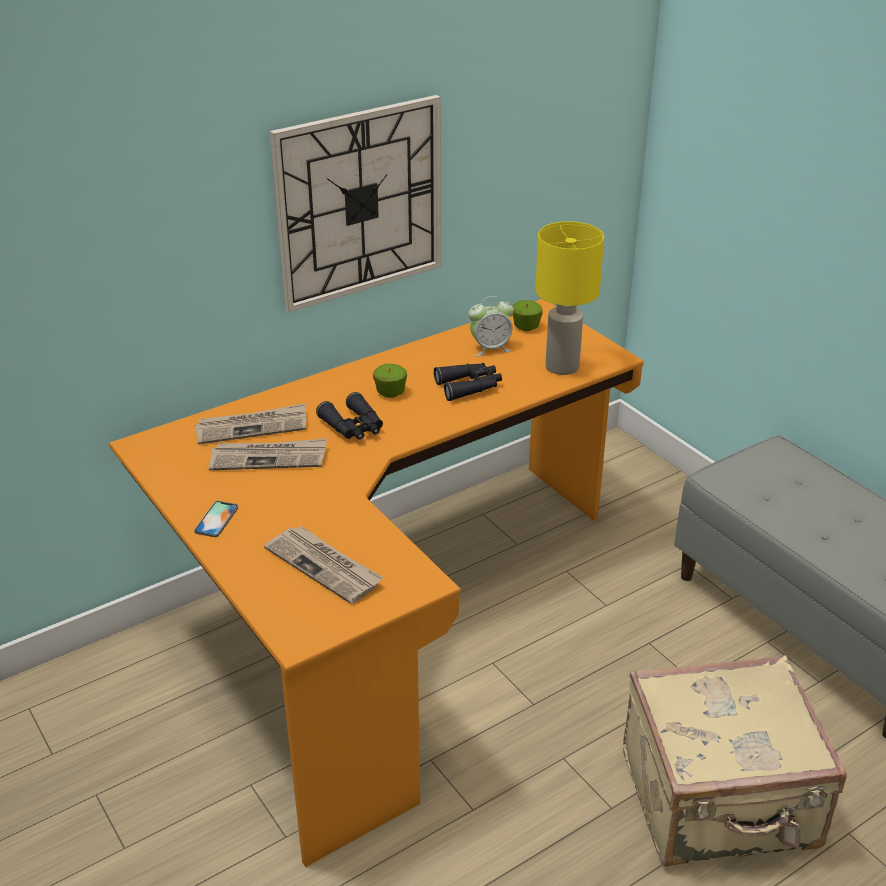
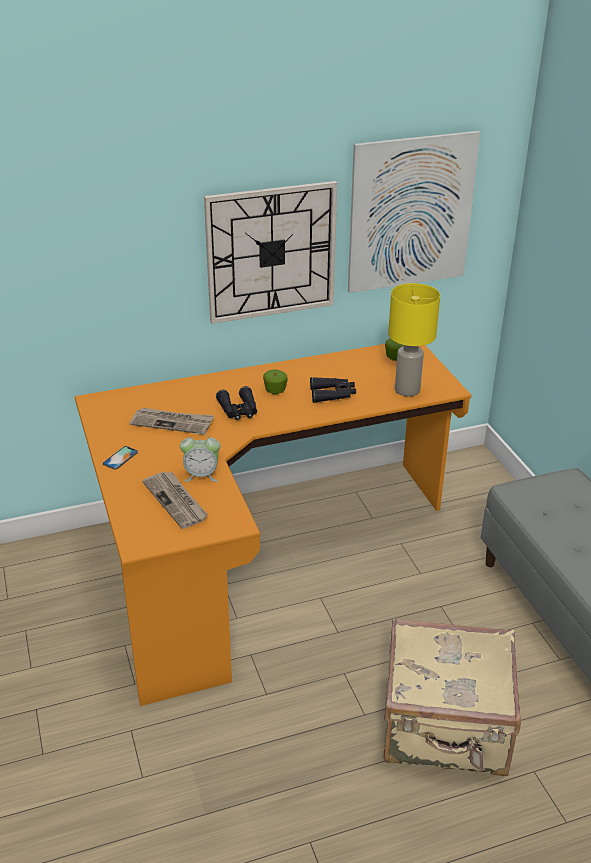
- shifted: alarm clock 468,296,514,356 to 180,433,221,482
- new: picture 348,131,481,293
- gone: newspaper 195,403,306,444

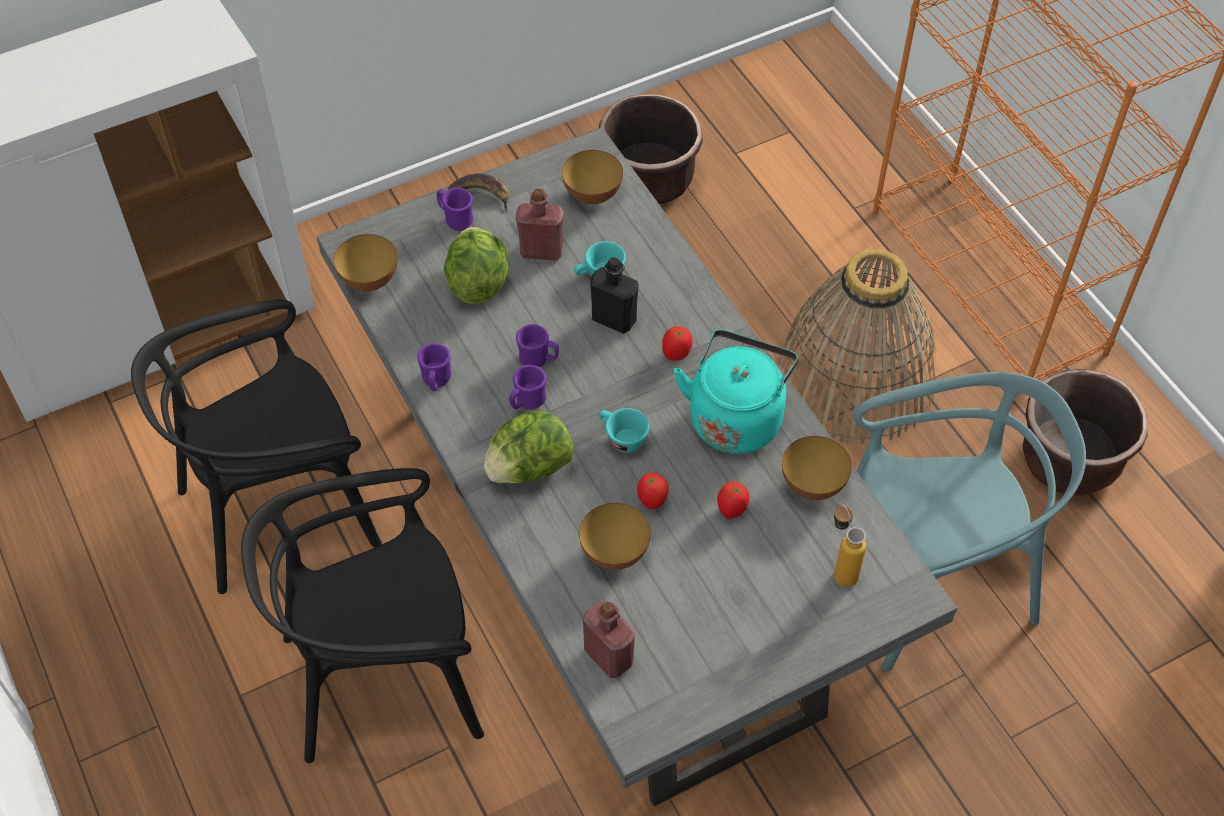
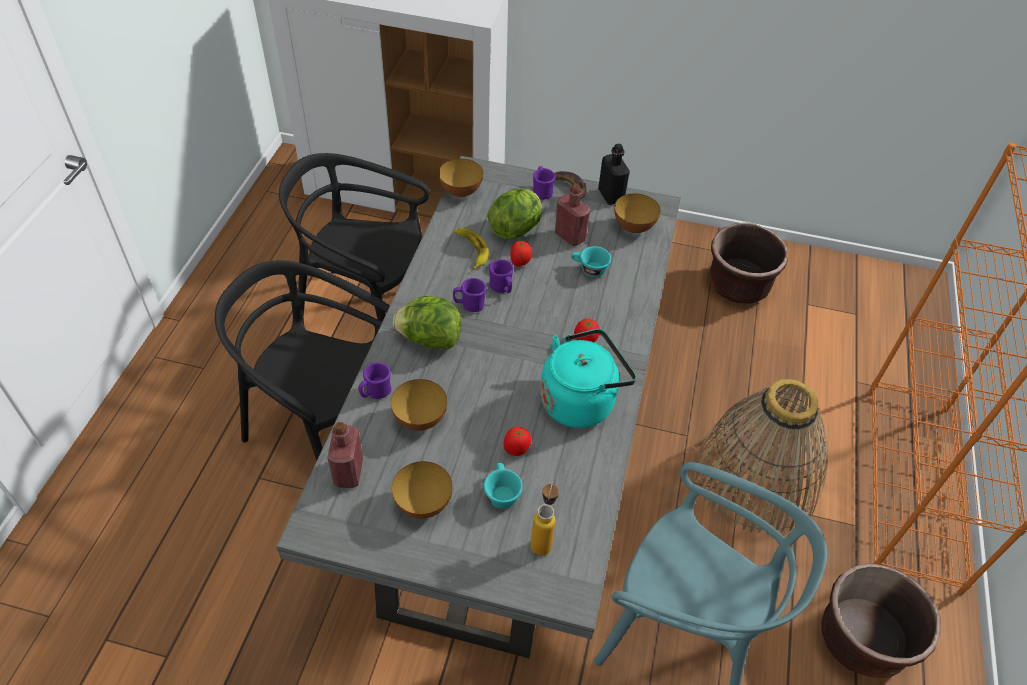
- shifted: mug in purple 417,343,451,391 to 358,362,392,399
- shifted: bowl 782,436,852,500 to 392,461,453,519
- new: banana 454,228,489,269
- shifted: cup in turquoise 599,408,649,453 to 484,463,522,509
- shifted: tomato 637,473,669,510 to 510,240,532,267
- shifted: bottle in black 590,257,639,334 to 598,144,630,205

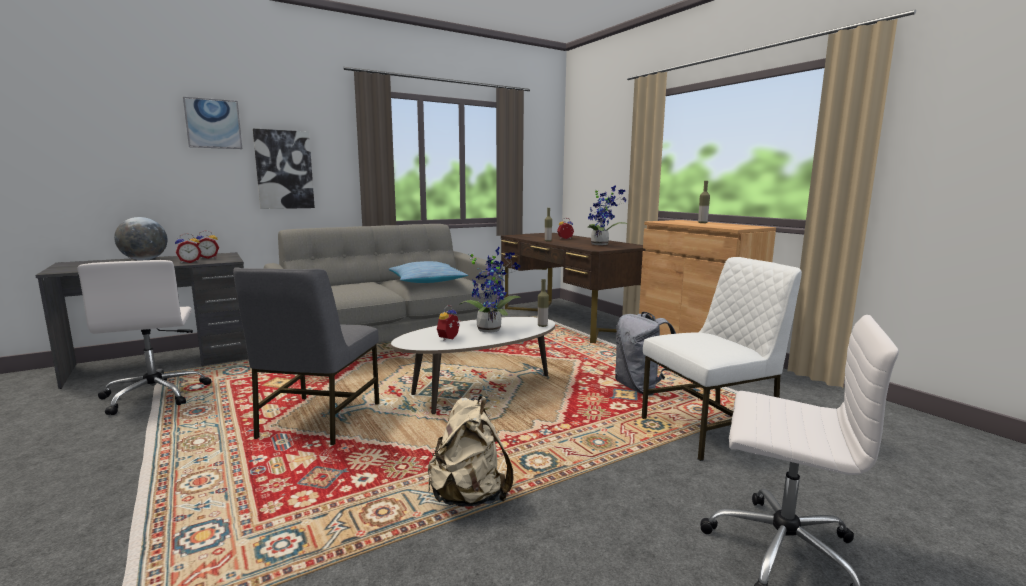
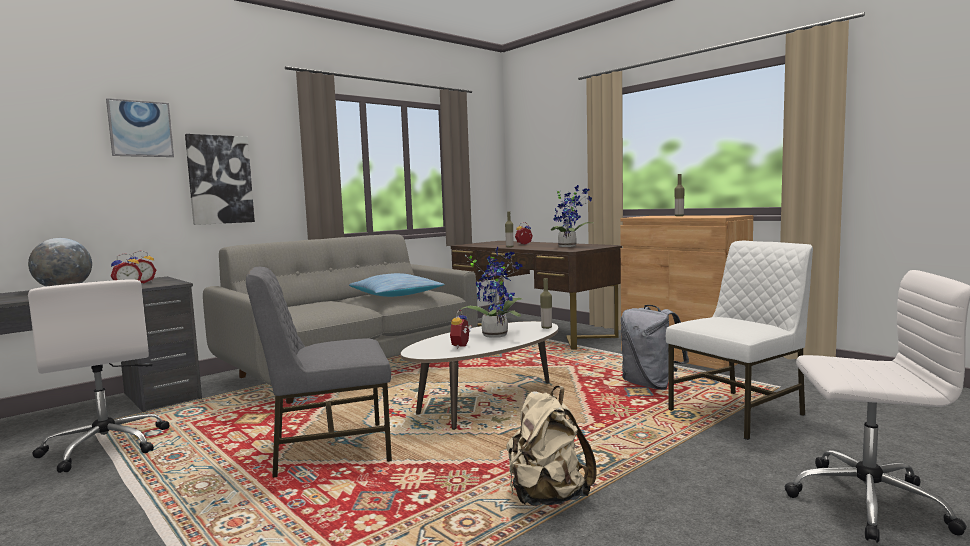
- rotated: chair in grey 233,267,379,445 = 246,267,392,478 75 degrees clockwise

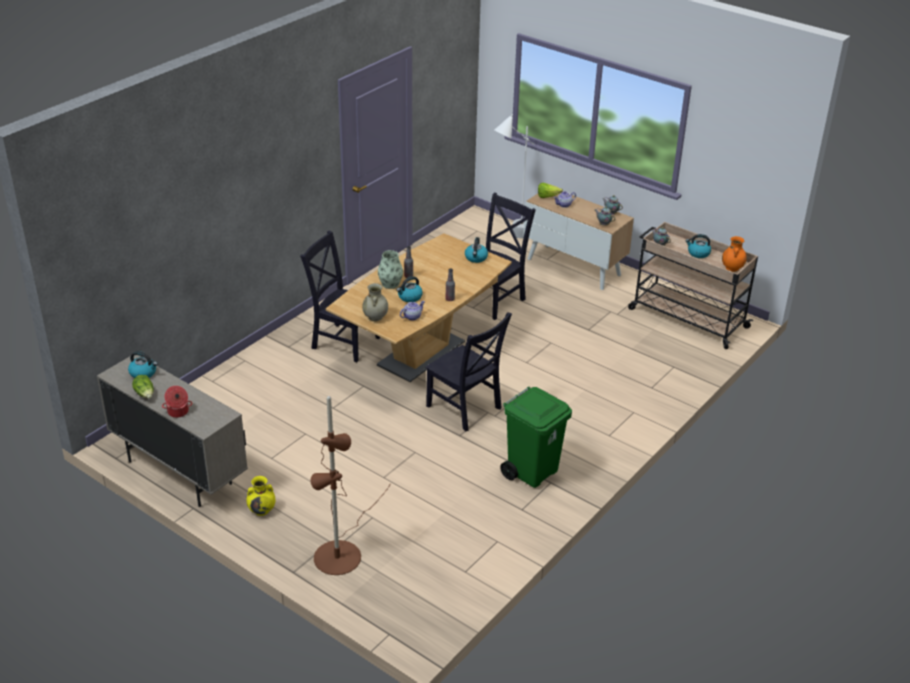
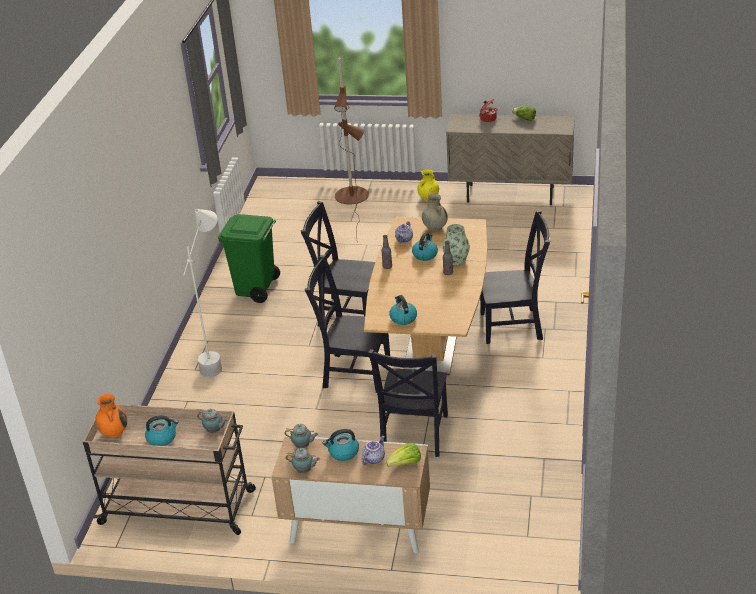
- shifted: floor lamp in white 495,114,534,238 to 184,209,222,377
- new: chair in black 305,255,390,393
- shifted: kettle 128,351,158,378 to 323,429,359,461

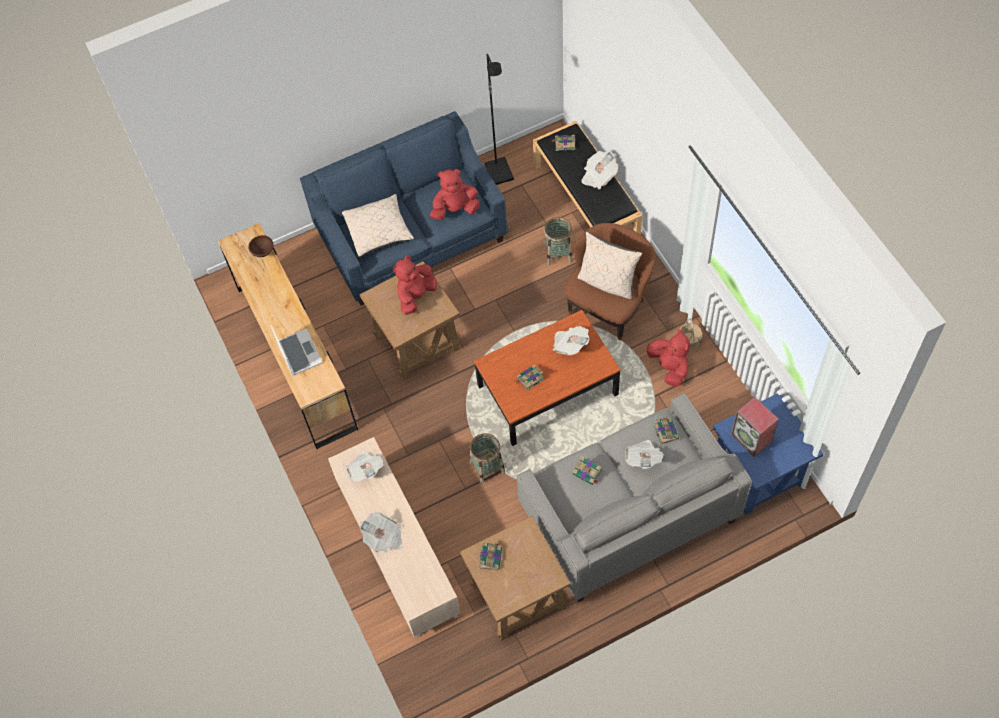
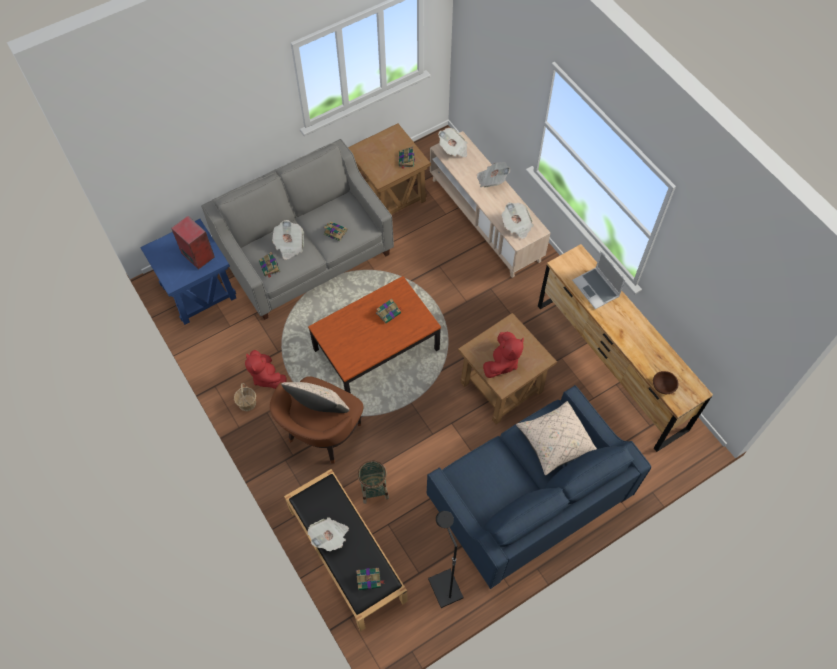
- shifted: newspaper 553,326,589,355 to 438,128,468,158
- gone: plush toy in red 430,169,480,220
- gone: basket 470,433,505,484

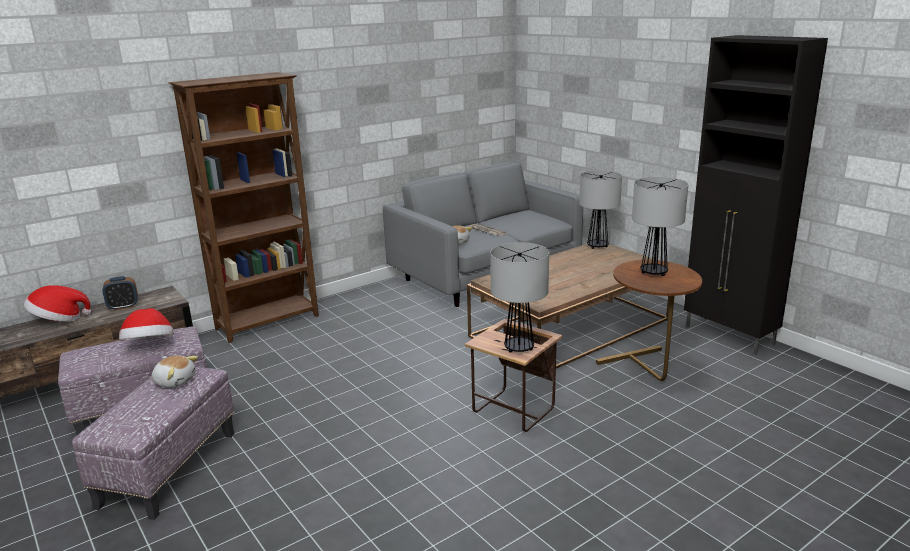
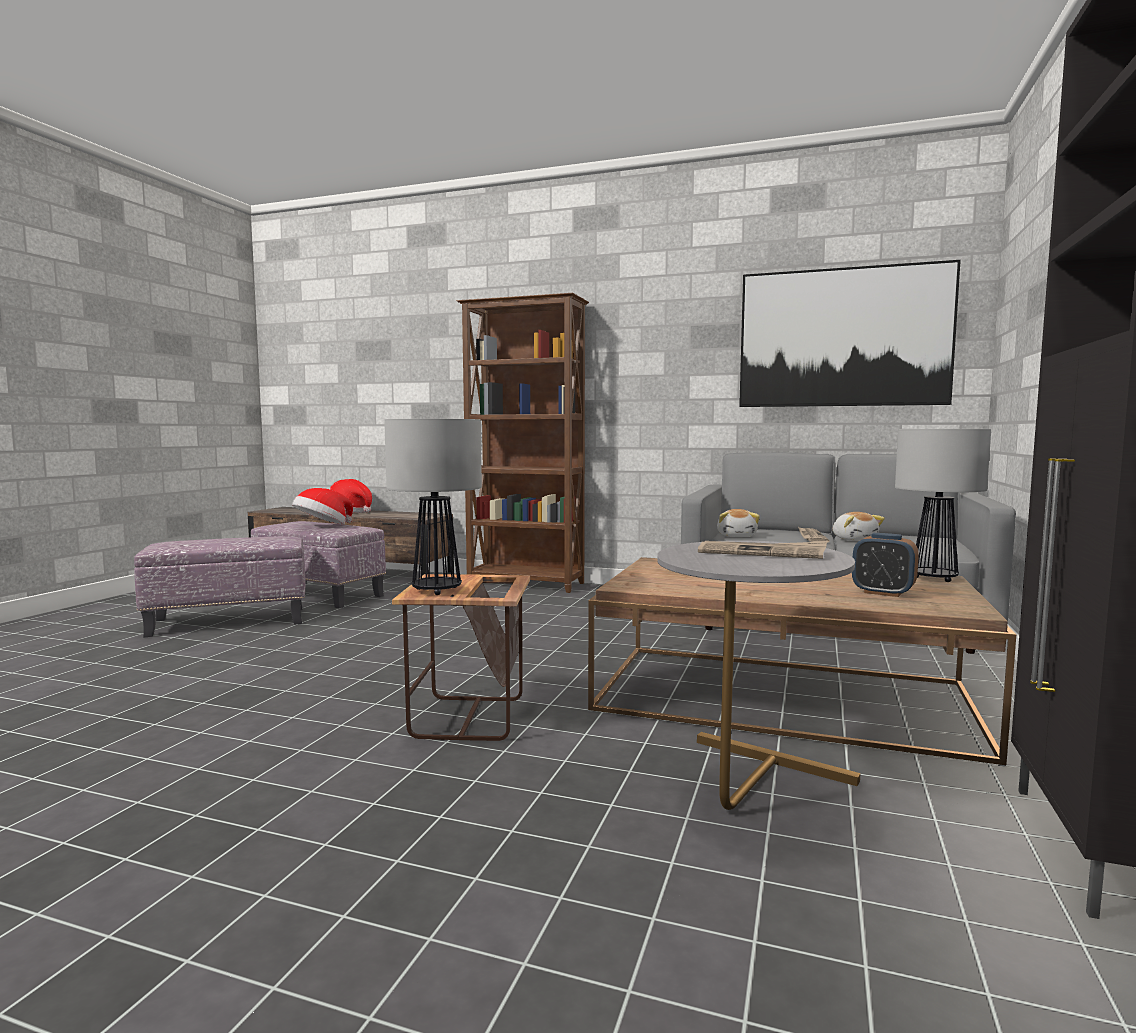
- repainted: side table in brown 596,260,702,381 to side table in grey 657,540,860,810
- swapped: table lamp 632,177,689,276 to newspaper 698,541,827,559
- new: picture 739,260,961,407
- shifted: plush toy 152,356,198,388 to 833,512,885,541
- shifted: alarm clock 103,276,138,311 to 852,533,919,597

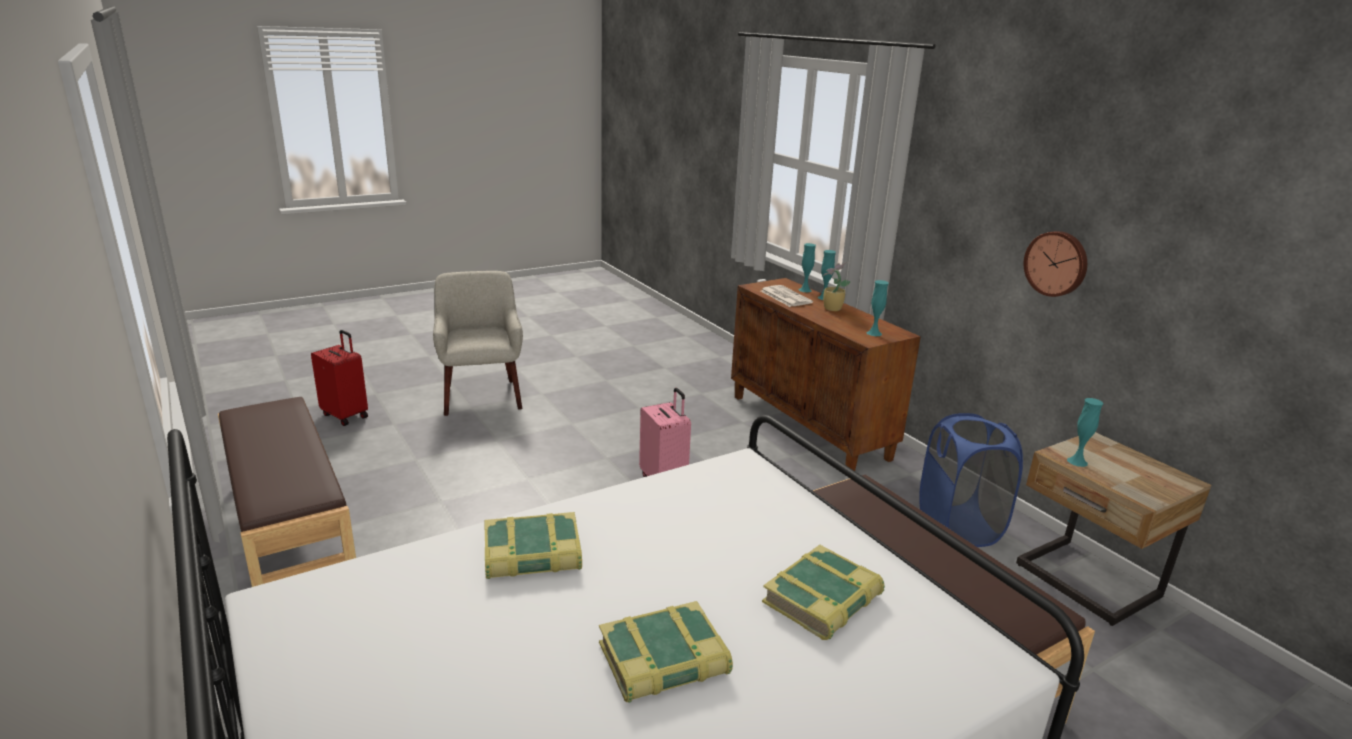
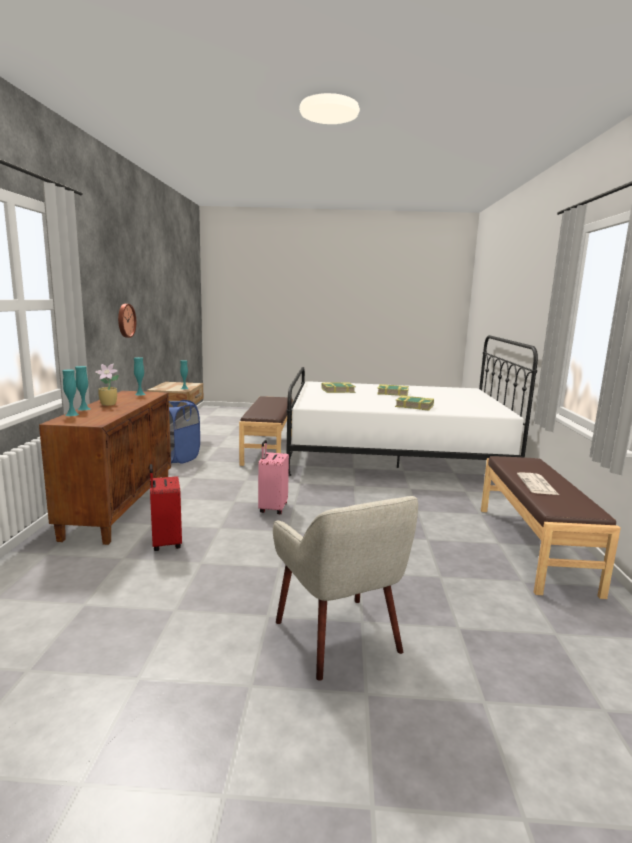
- shifted: suitcase in red 311,330,368,426 to 150,464,182,551
- rotated: armchair in beige 433,271,523,416 = 273,496,418,681 45 degrees counterclockwise
- shifted: newspaper 761,285,813,307 to 517,472,559,495

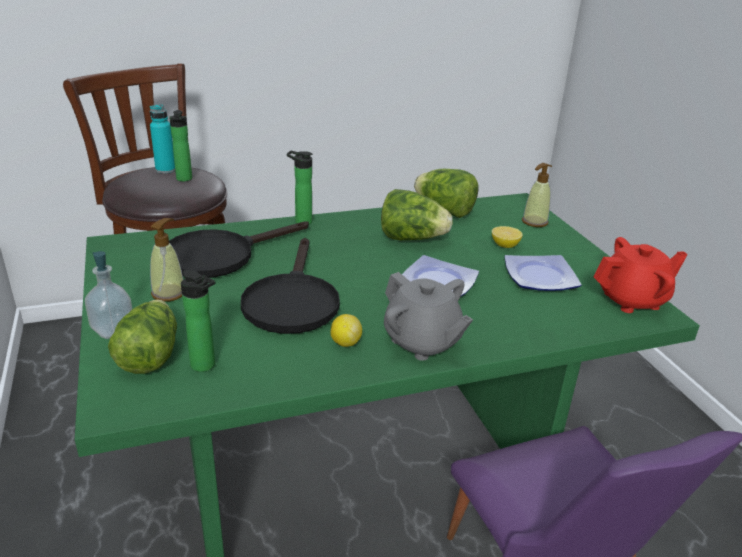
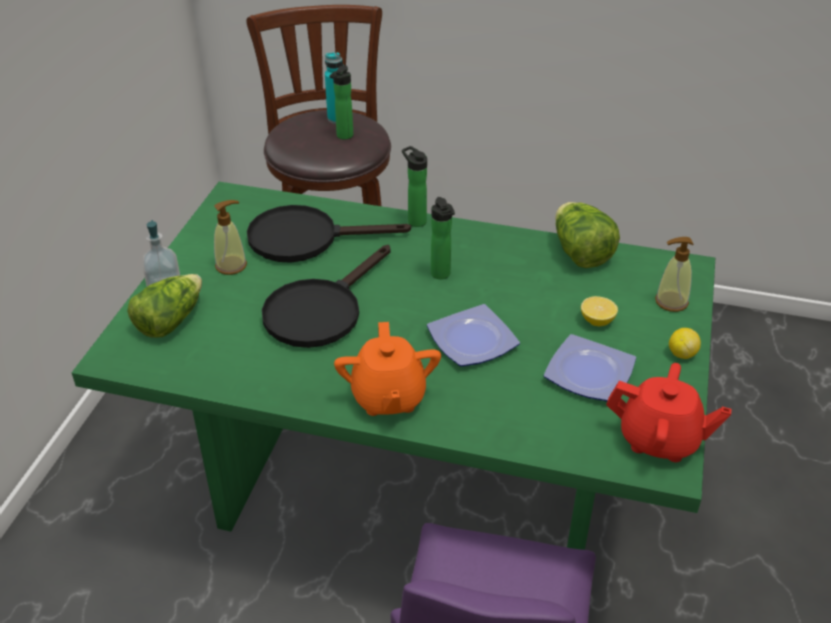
- repainted: teapot in grey 384,272,473,361 to teapot in orange 334,322,441,416
- shifted: bottle 181,270,216,372 to 431,197,455,279
- shifted: lemon 330,314,362,347 to 669,328,701,359
- gone: lettuce 381,189,453,240

